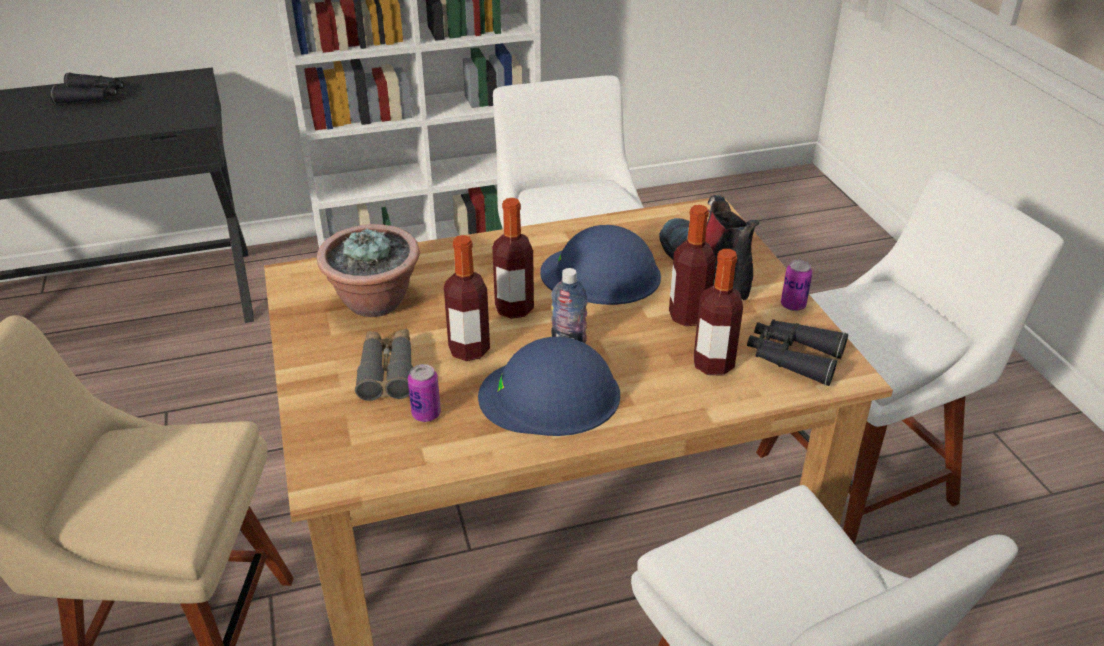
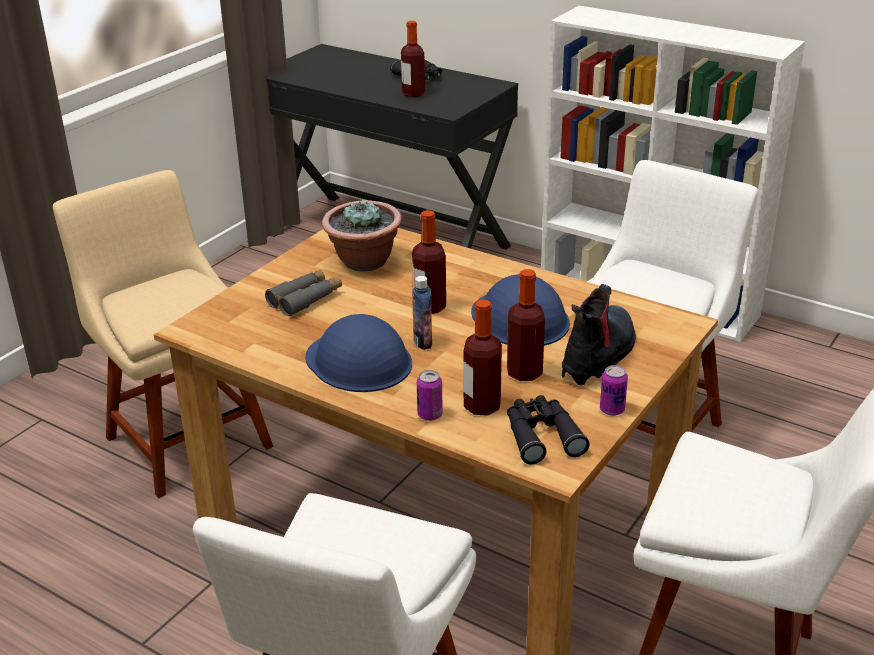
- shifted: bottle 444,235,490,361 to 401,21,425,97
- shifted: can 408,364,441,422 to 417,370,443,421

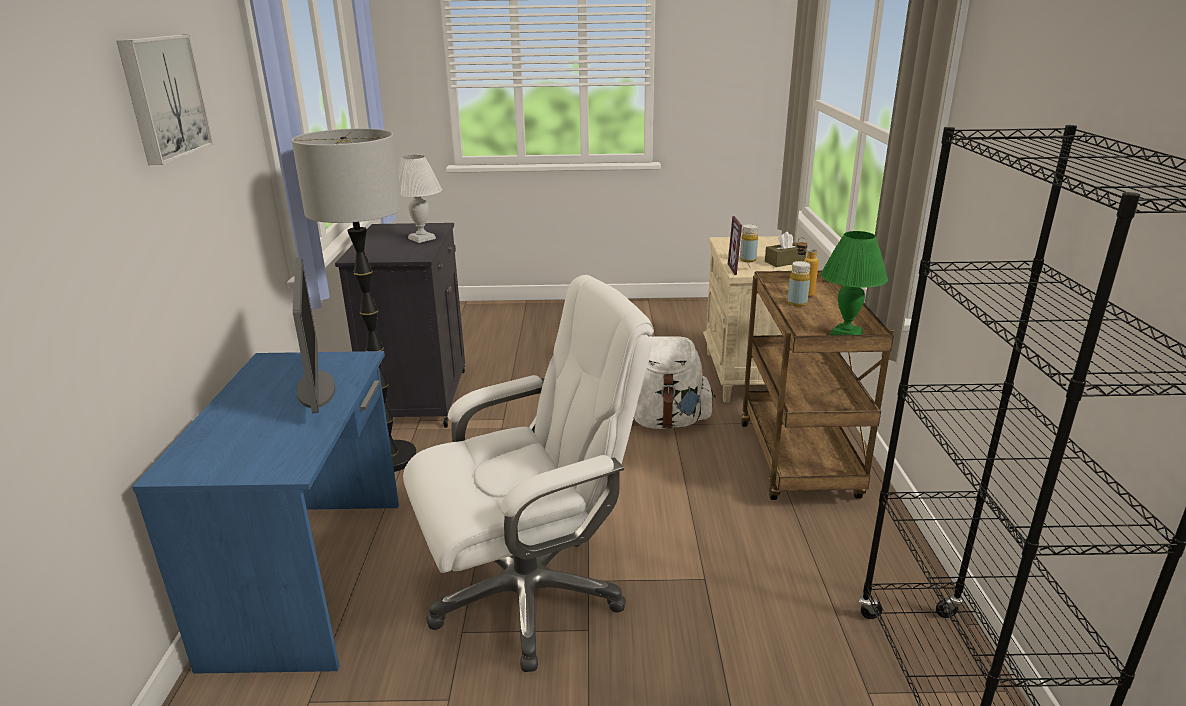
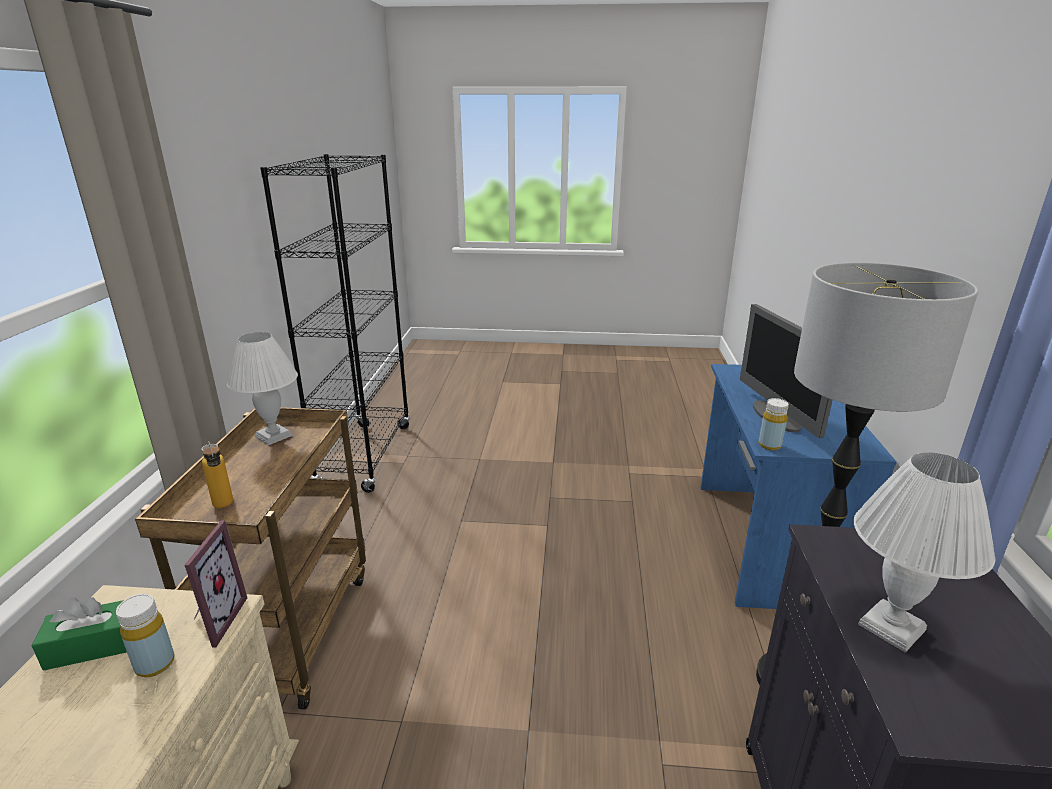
- repainted: tissue box in brown 765,232,807,267 to tissue box in green 32,597,127,671
- repainted: table lamp in green 821,231,888,335 to table lamp in white 227,332,298,445
- shifted: bottle in yellow 788,261,810,307 to 758,398,789,450
- gone: picture 117,35,214,165
- gone: office chair in white 403,275,654,672
- gone: backpack in white 633,336,716,429

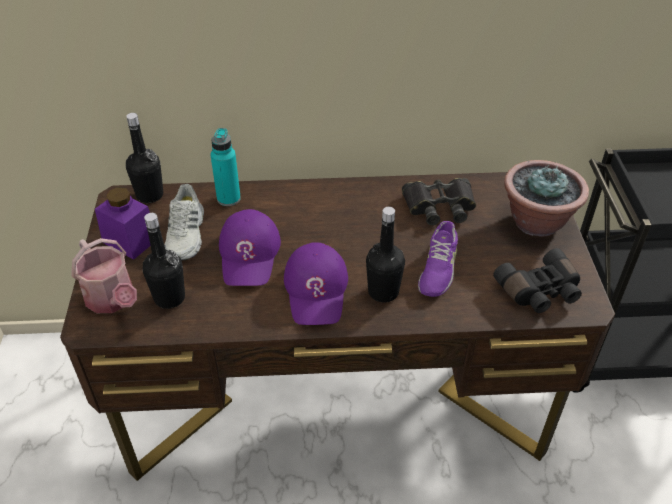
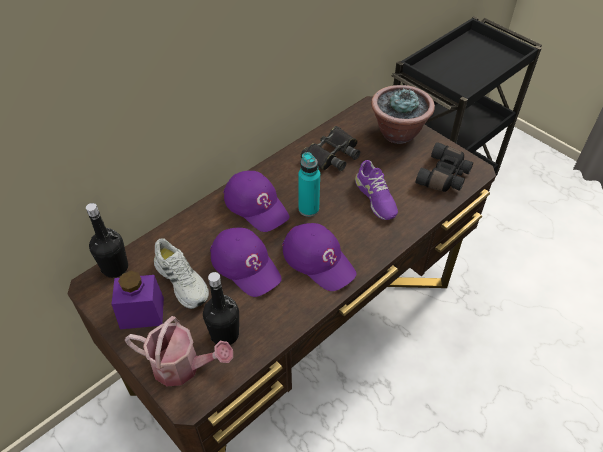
- new: cap in purple 224,171,289,232
- shifted: bottle in turquoise 210,128,241,206 to 298,152,320,217
- gone: bottle in black 366,207,405,302

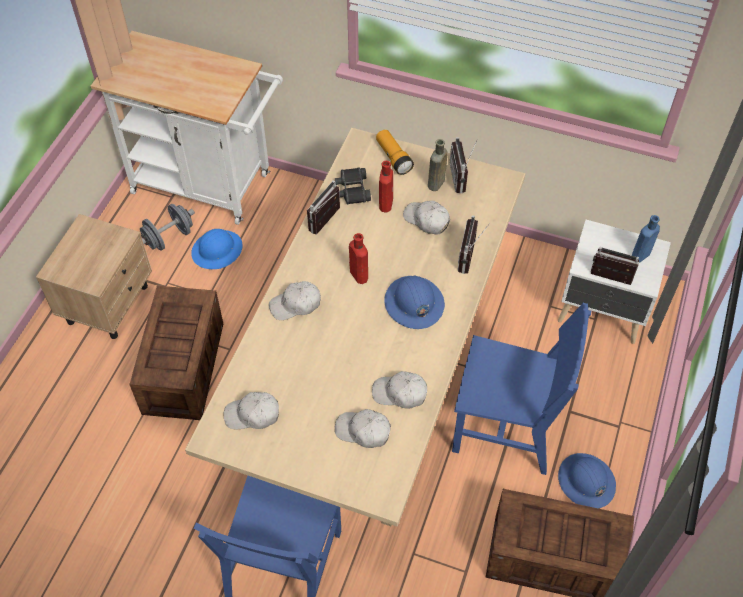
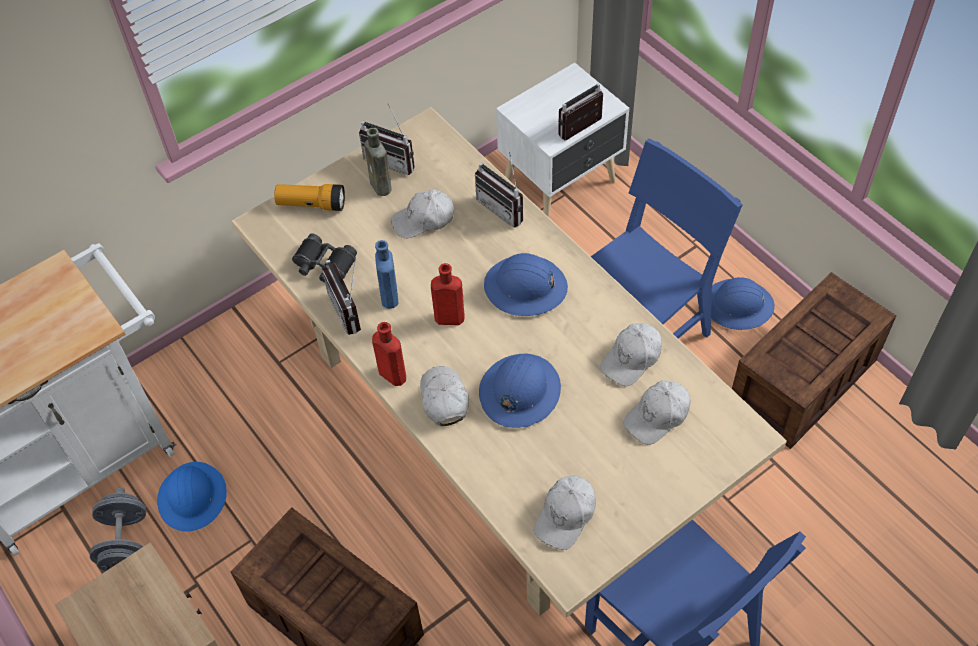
- shifted: bottle in red 379,161,393,213 to 372,322,406,386
- shifted: bottle in blue 632,215,660,263 to 375,240,398,309
- rotated: cap in white 269,281,321,320 = 420,366,469,426 150 degrees clockwise
- new: hard hat in blue 479,353,561,428

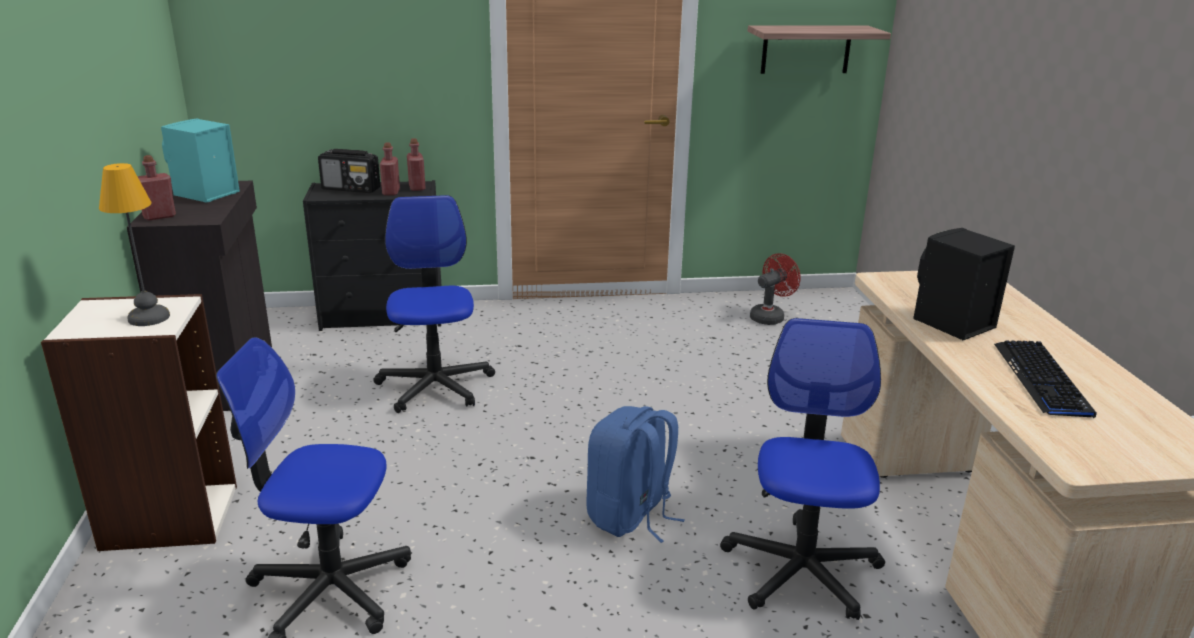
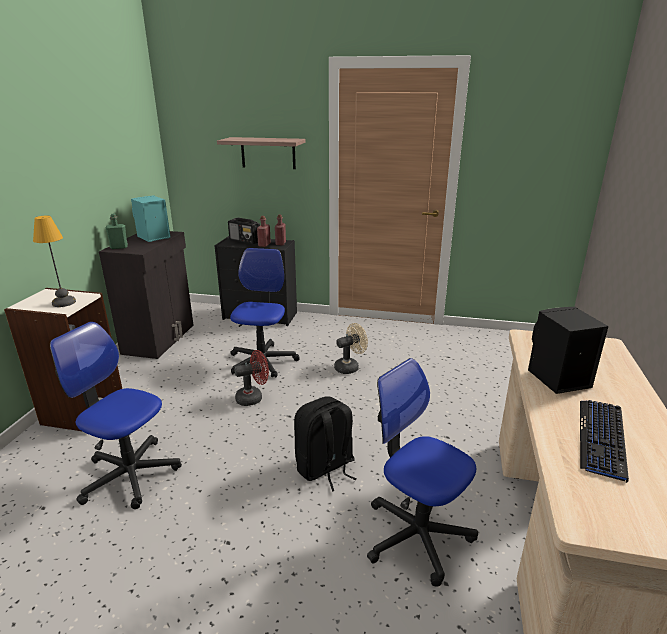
- repainted: bottle in red 137,155,176,221 to bottle in green 105,214,128,249
- shifted: shelf 748,25,891,74 to 217,137,305,169
- shifted: fan in red 750,254,801,325 to 234,350,269,406
- repainted: backpack in blue 587,406,685,543 to backpack in black 294,396,356,492
- new: fan in beige 334,323,368,374
- rotated: office chair 720,318,885,620 = 367,358,478,587 75 degrees counterclockwise

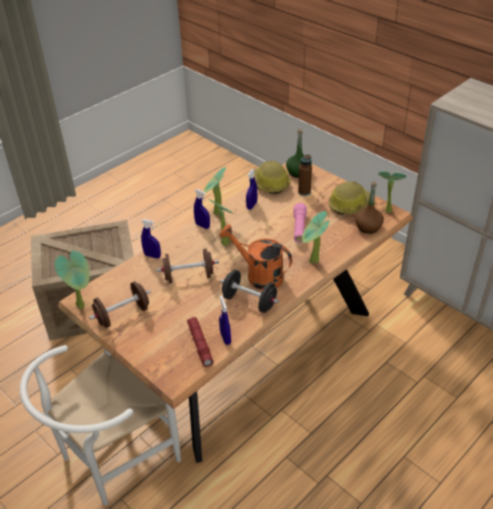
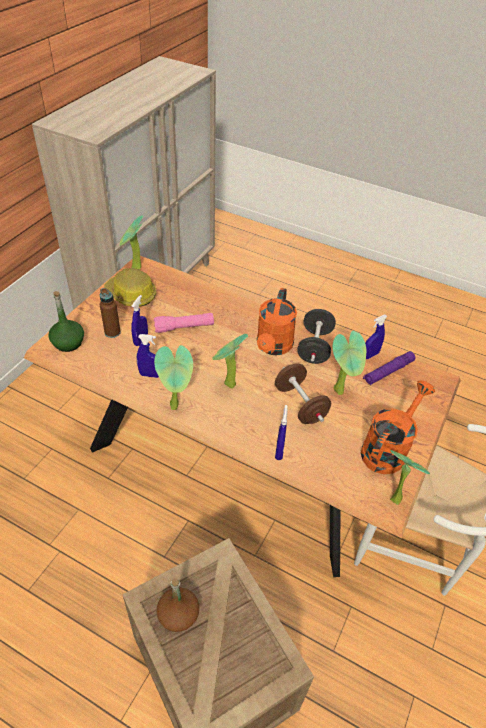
- shifted: spray bottle in blue 194,189,210,229 to 131,295,148,346
- shifted: bottle in brown 355,182,384,234 to 157,578,199,632
- shifted: potted plant 302,211,330,263 to 332,331,366,395
- swapped: dumbbell in brown 89,281,151,328 to watering can in orange 361,380,435,474
- repainted: flashlight in red 187,317,213,367 to flashlight in purple 363,351,415,385
- gone: hard hat 254,160,291,194

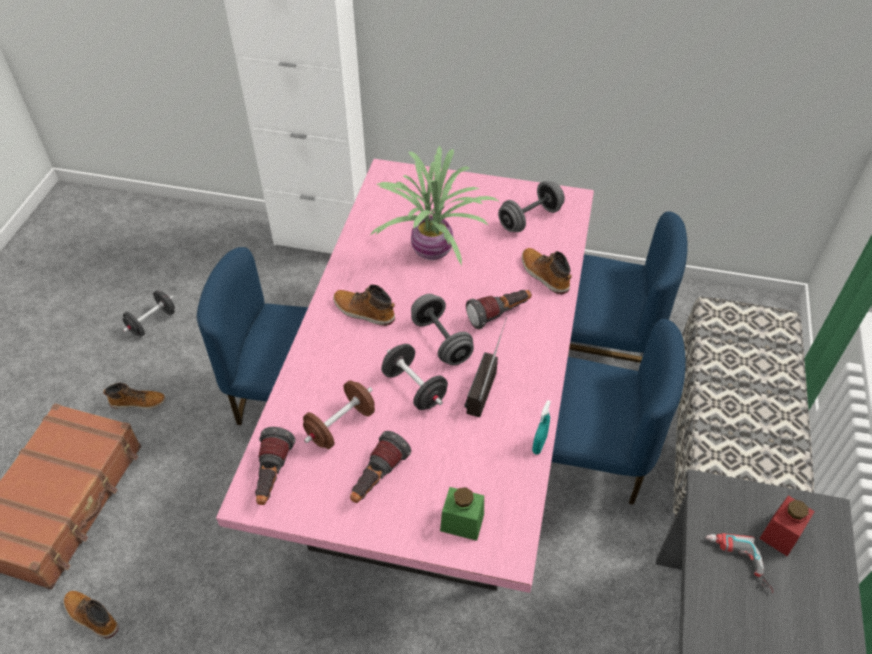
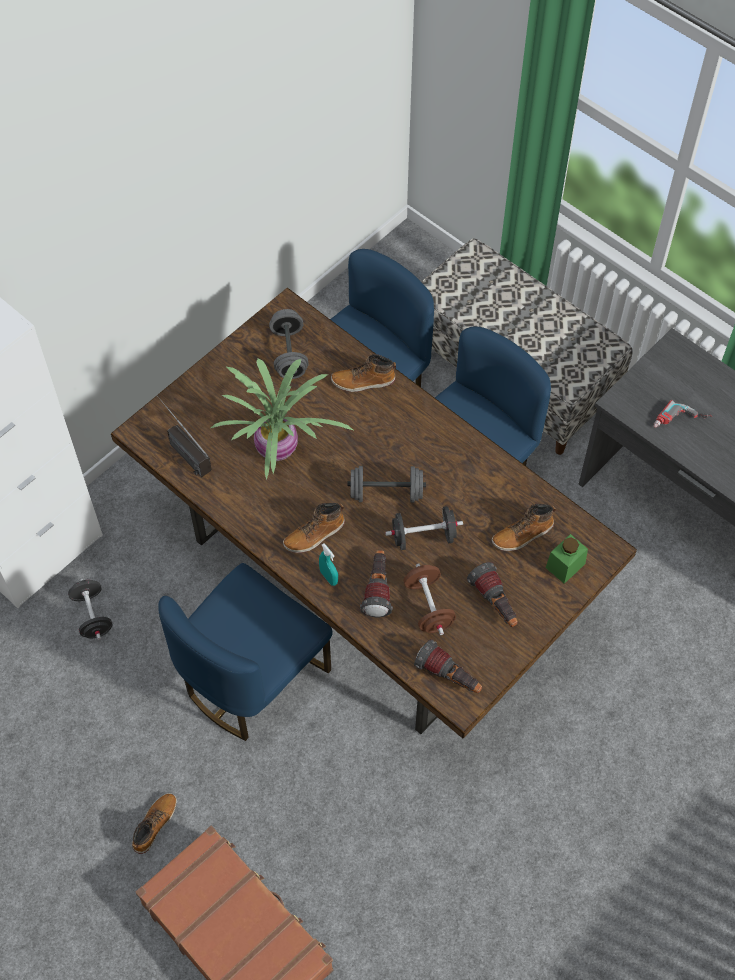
- shifted: dumbbell in black 123,290,175,337 to 68,579,113,640
- repainted: dining table in pink 216,159,594,593 to dining table in brown 111,288,637,738
- shifted: radio 464,317,507,417 to 156,395,212,477
- shifted: spray bottle in turquoise 532,400,551,454 to 319,544,338,586
- shifted: flashlight 466,290,532,329 to 360,550,393,617
- shifted: boot 64,590,119,639 to 492,504,556,551
- gone: jar in red 759,496,815,556

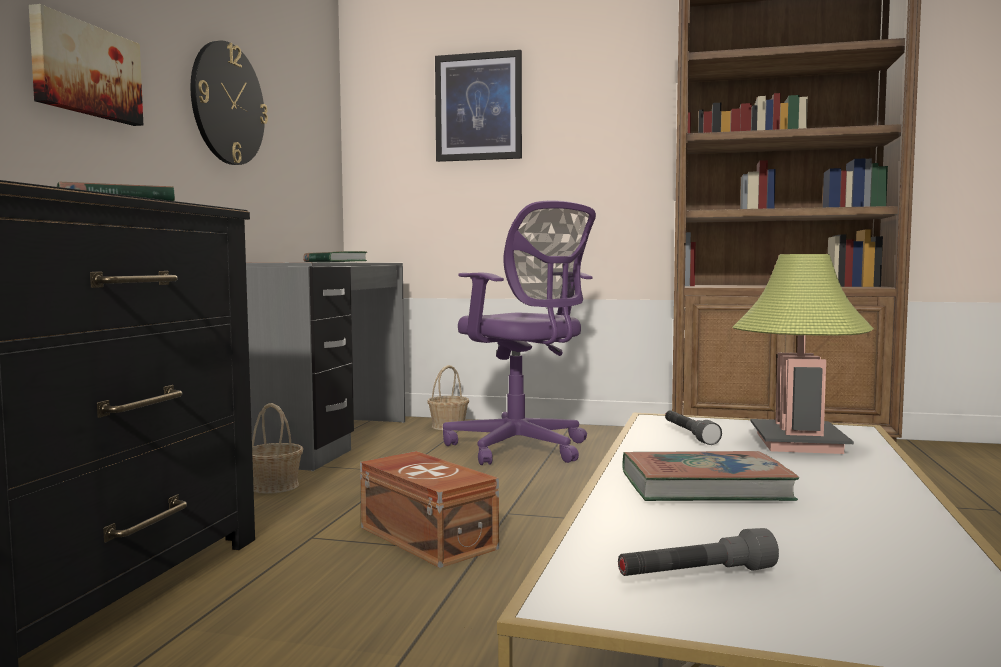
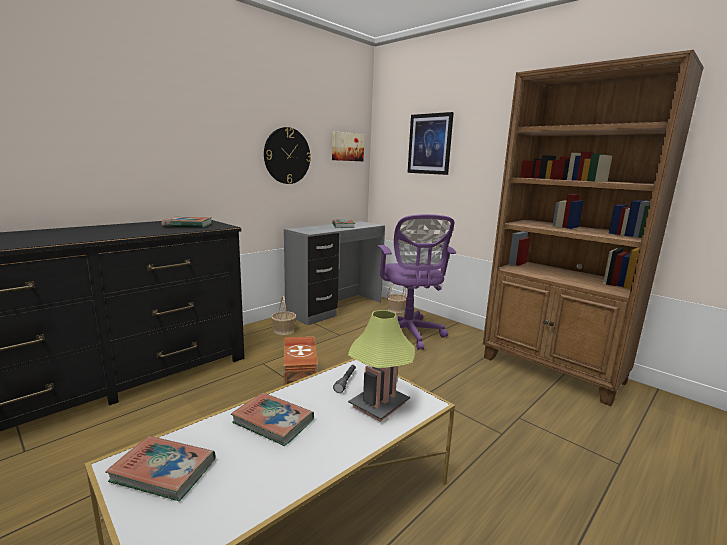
- swapped: flashlight in grey 618,528,779,576 to book 105,436,215,501
- shifted: picture 29,4,143,126 to 332,131,364,161

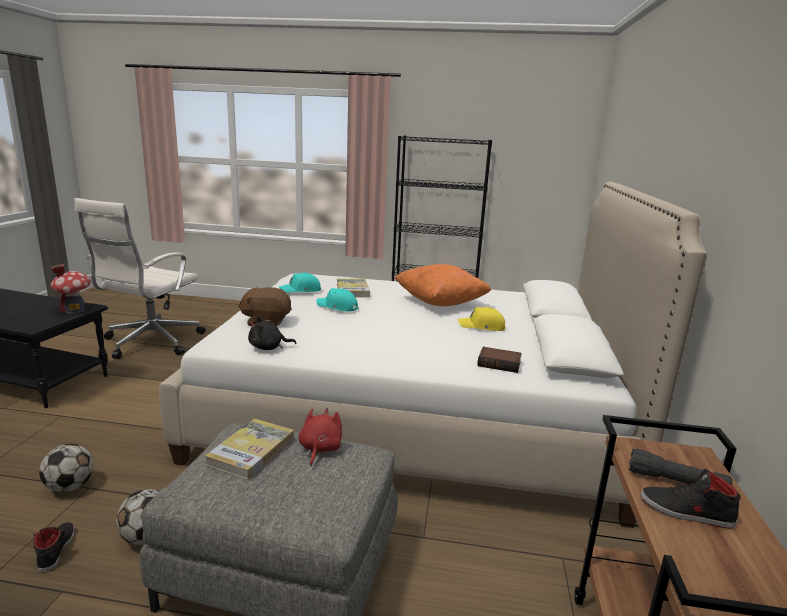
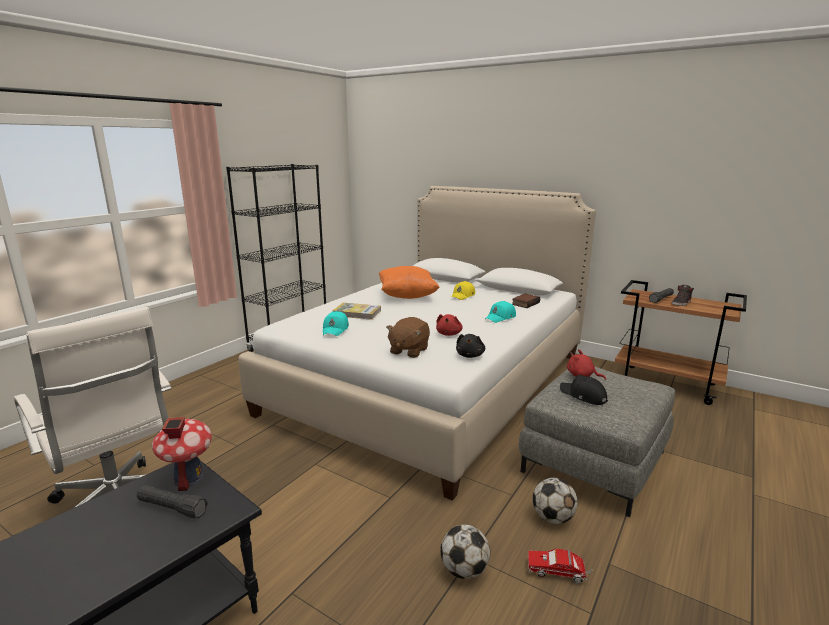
- new: flashlight in black 137,485,208,519
- new: plush toy in red 436,314,463,336
- shifted: cap in turquoise 317,288,359,312 to 485,301,516,323
- swapped: shoe in black 33,522,75,572 to toy truck 528,548,593,584
- swapped: book 205,419,294,480 to cap in black 560,375,608,405

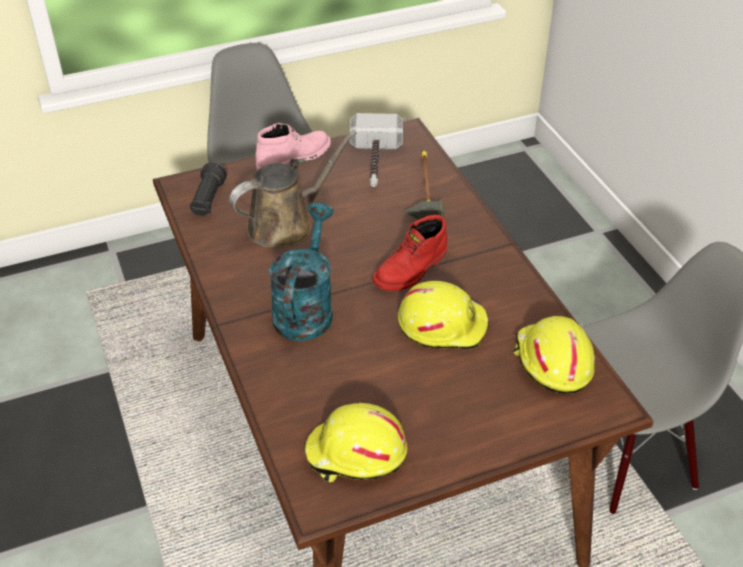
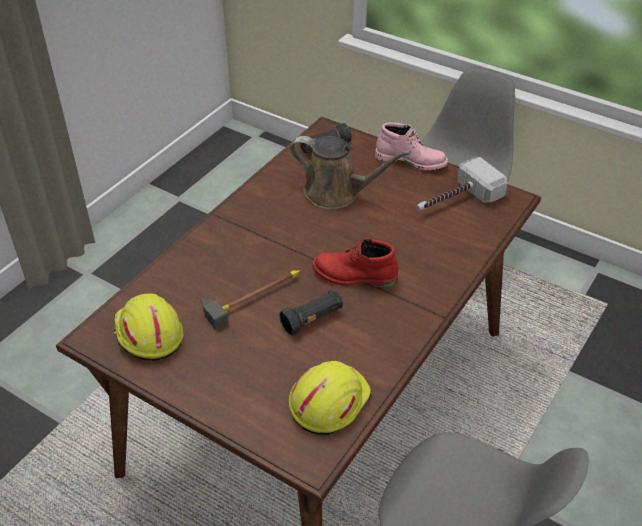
- shifted: hammer 404,151,444,220 to 201,270,300,330
- swapped: hard hat in yellow 398,281,489,349 to flashlight in black 279,289,343,335
- gone: watering can in turquoise 269,203,334,341

